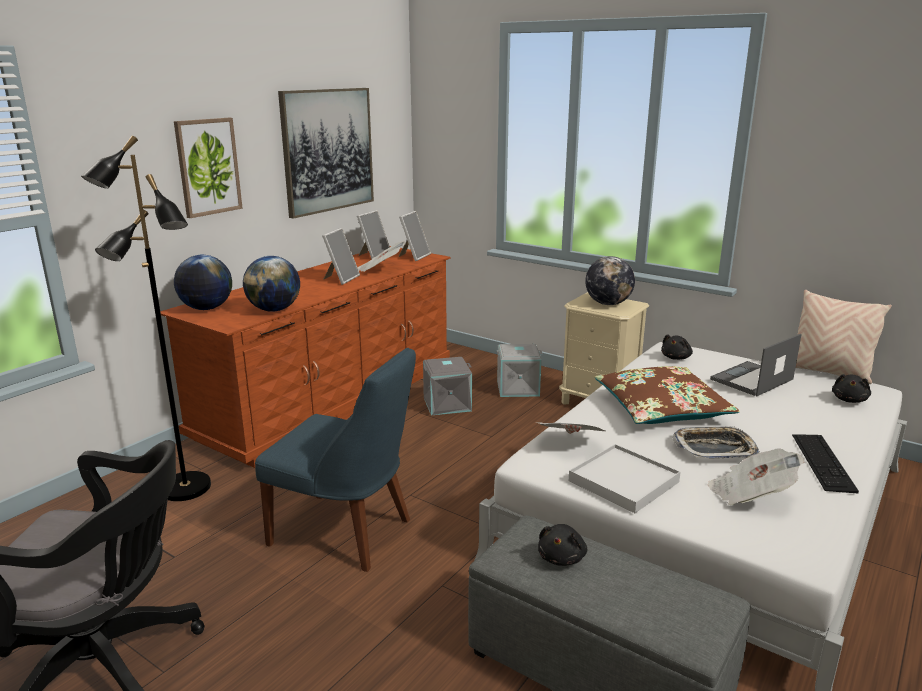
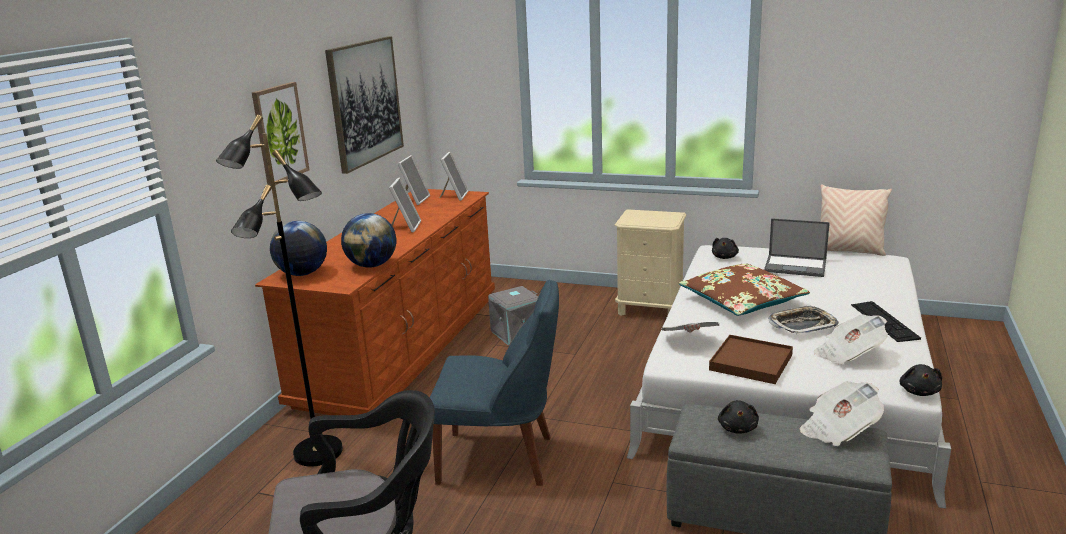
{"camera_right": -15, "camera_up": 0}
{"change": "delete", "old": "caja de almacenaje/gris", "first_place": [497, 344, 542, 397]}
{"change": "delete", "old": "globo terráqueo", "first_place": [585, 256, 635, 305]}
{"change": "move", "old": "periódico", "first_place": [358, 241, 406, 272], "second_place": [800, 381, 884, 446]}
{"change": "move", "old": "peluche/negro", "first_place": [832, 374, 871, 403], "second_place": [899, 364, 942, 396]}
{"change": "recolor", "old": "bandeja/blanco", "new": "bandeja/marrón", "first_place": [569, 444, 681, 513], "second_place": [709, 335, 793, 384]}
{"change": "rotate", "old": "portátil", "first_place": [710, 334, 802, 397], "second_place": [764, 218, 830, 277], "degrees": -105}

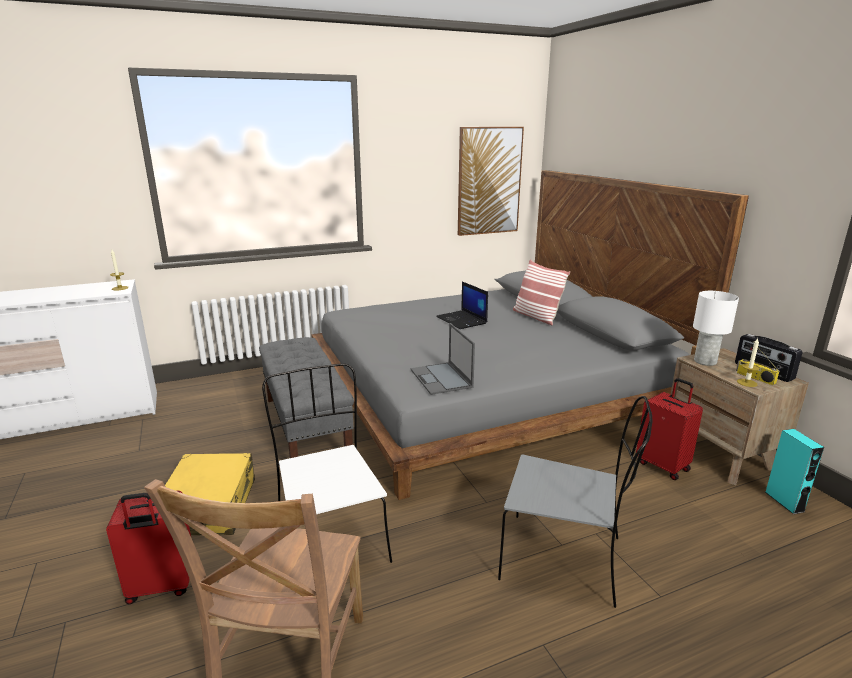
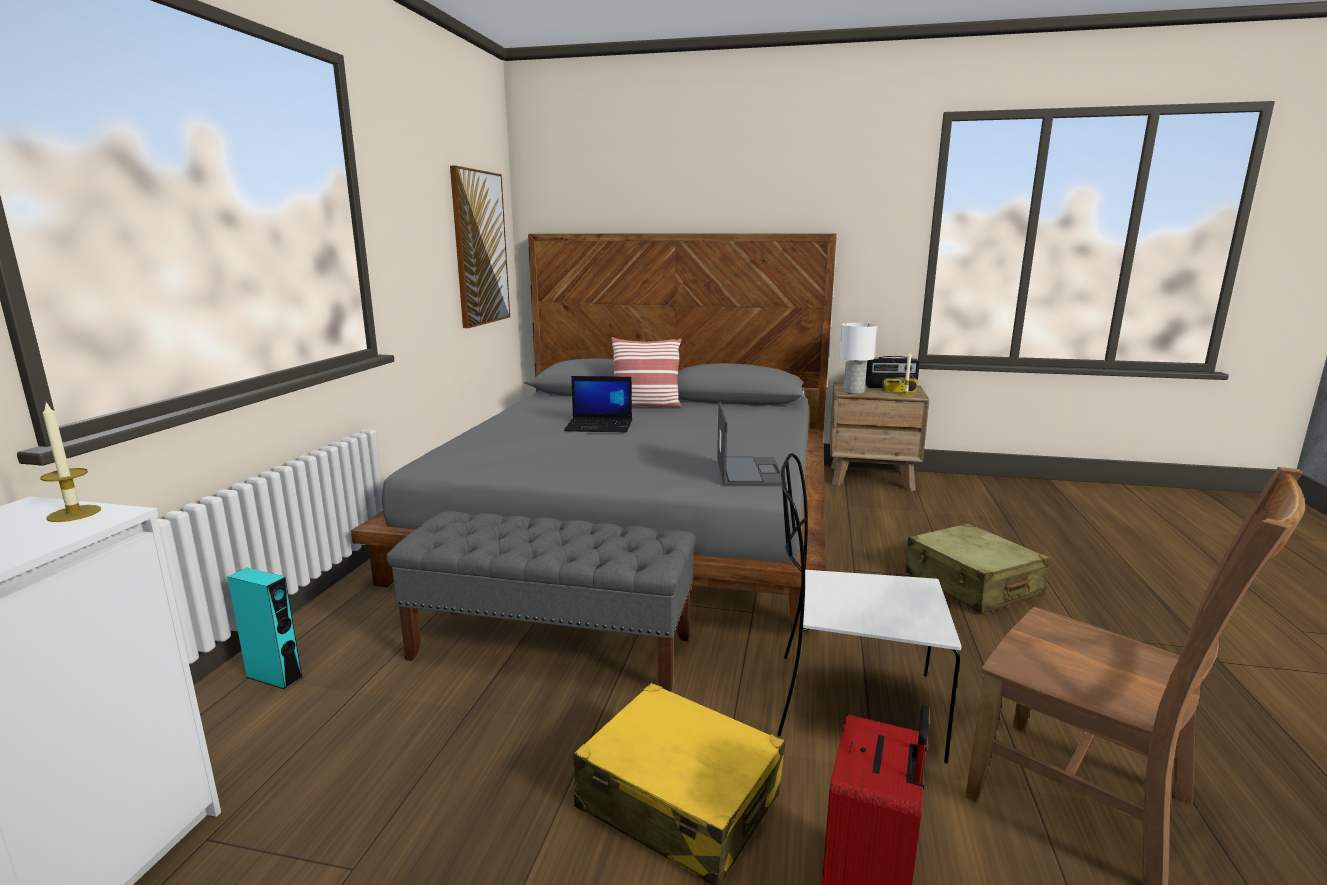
{"camera_right": -55, "camera_up": -5}
{"change": "delete", "old": "maleta/rojo", "first_place": [636, 378, 703, 480]}
{"change": "move", "old": "altavoz/turquesa", "first_place": [765, 429, 824, 514], "second_place": [227, 568, 303, 690]}
{"change": "replace", "old": "silla/gris", "new": "maleta/beis", "first_place": [498, 396, 652, 608], "second_place": [906, 523, 1050, 613]}
{"change": "rotate", "old": "portátil", "first_place": [411, 323, 475, 395], "second_place": [717, 402, 786, 485], "degrees": -105}

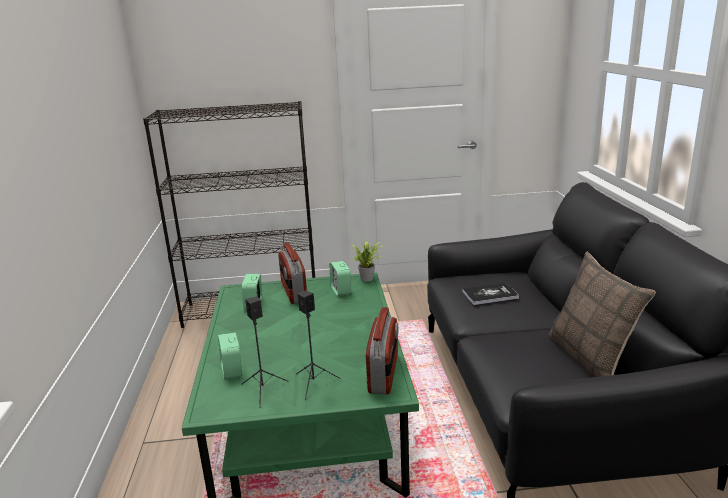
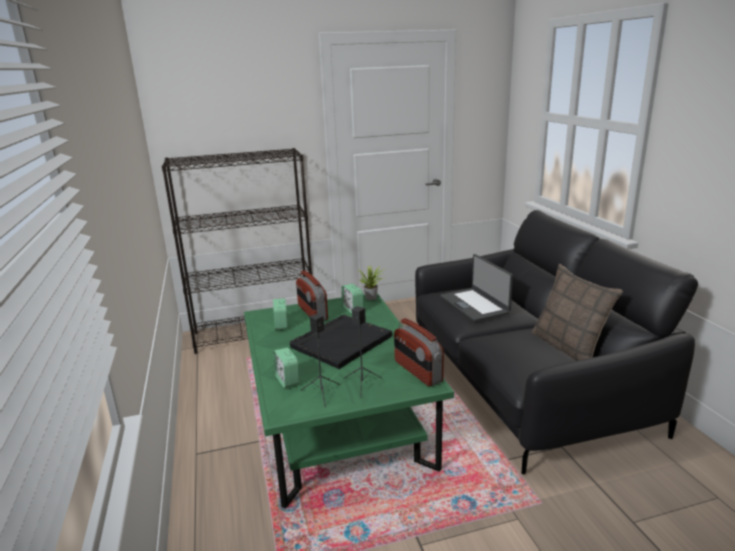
{"camera_right": -10, "camera_up": 0}
{"change": "insert", "new": "bandeja/negro", "second_place": [290, 315, 392, 369]}
{"change": "replace", "old": "libro", "new": "portátil", "first_place": [462, 283, 519, 305], "second_place": [440, 254, 513, 322]}
{"change": "rotate", "old": "radio", "first_place": [366, 307, 398, 395], "second_place": [394, 318, 444, 386], "degrees": 150}

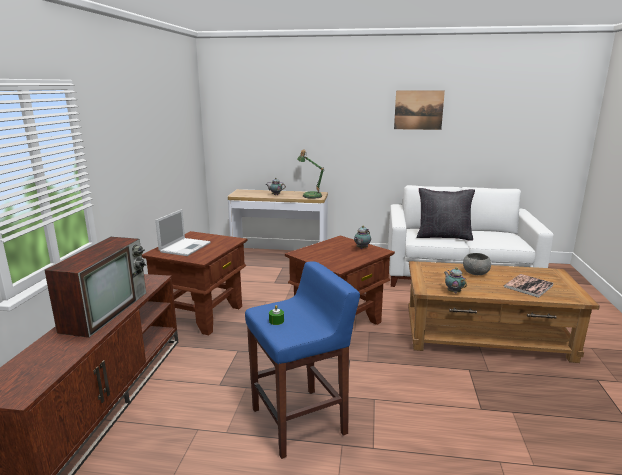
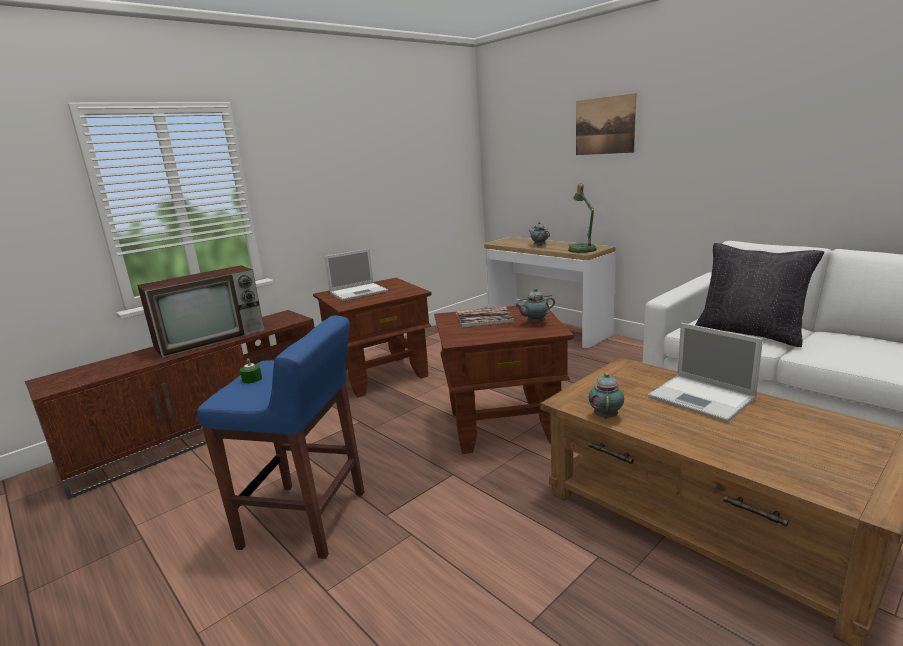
{"camera_right": 40, "camera_up": 0}
{"change": "move", "old": "cuadro", "first_place": [394, 90, 445, 130], "second_place": [576, 93, 636, 155]}
{"change": "move", "old": "libro", "first_place": [504, 274, 554, 298], "second_place": [456, 306, 514, 328]}
{"change": "replace", "old": "cuenco/gris", "new": "portátil", "first_place": [463, 253, 491, 275], "second_place": [648, 323, 763, 423]}

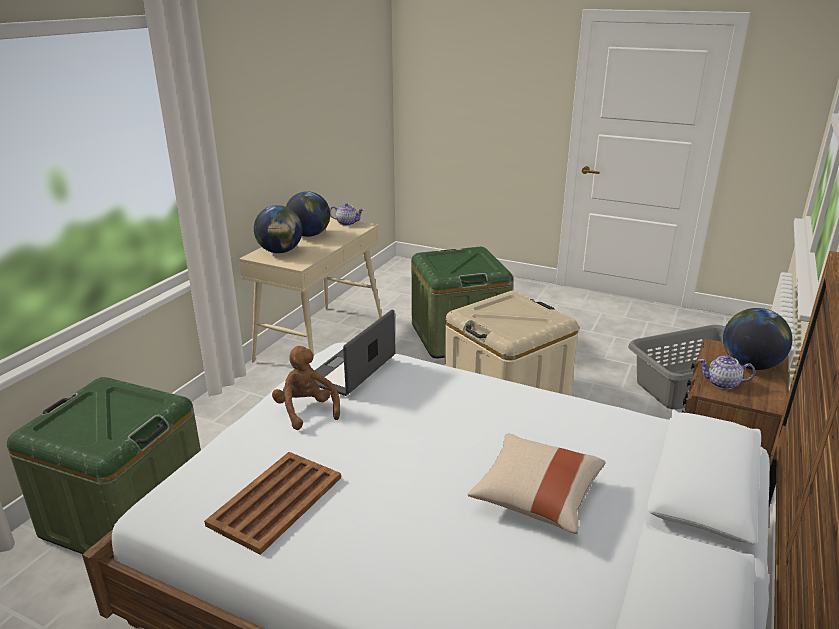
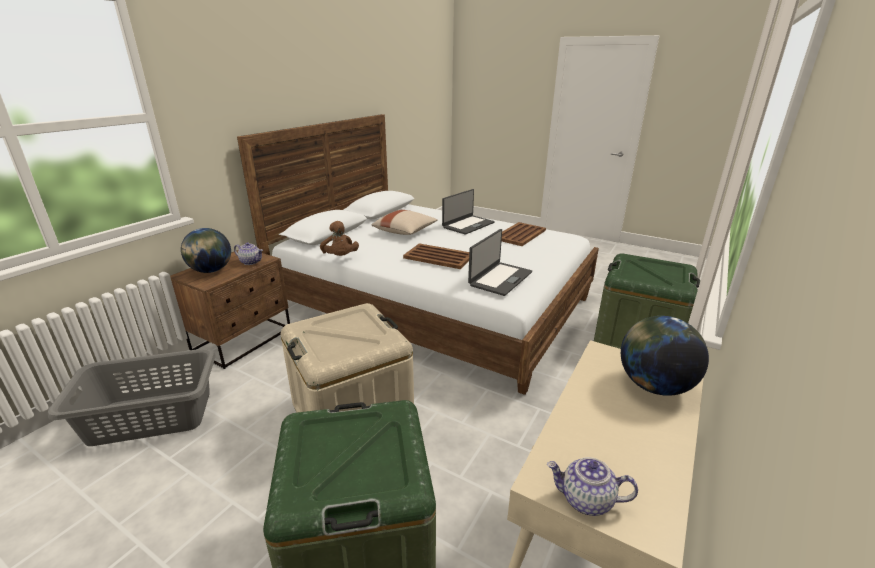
{"camera_right": -175, "camera_up": 0}
{"change": "delete", "old": "globo terráqueo", "first_place": [286, 191, 330, 237]}
{"change": "insert", "new": "bandeja/marrón", "second_place": [403, 243, 469, 269]}
{"change": "insert", "new": "portátil", "second_place": [442, 189, 495, 235]}
{"change": "move", "old": "peluche/marrón", "first_place": [272, 346, 340, 430], "second_place": [320, 221, 359, 256]}

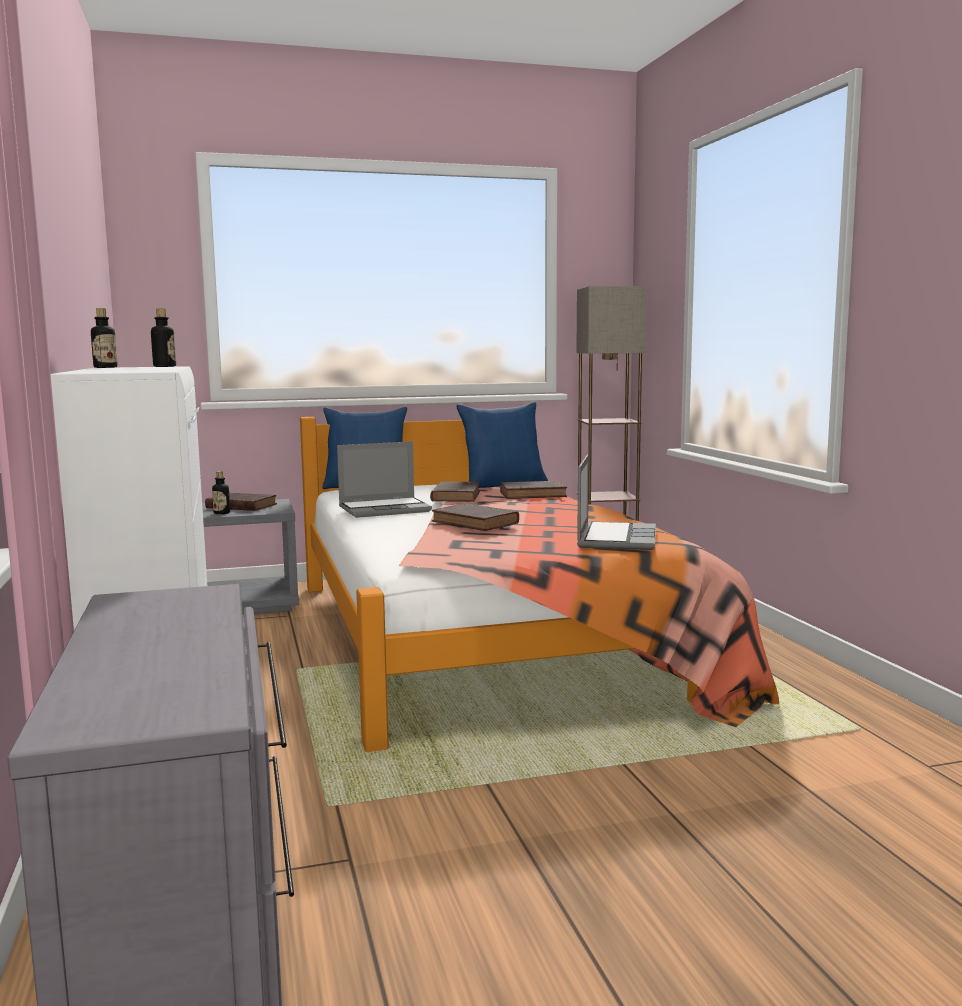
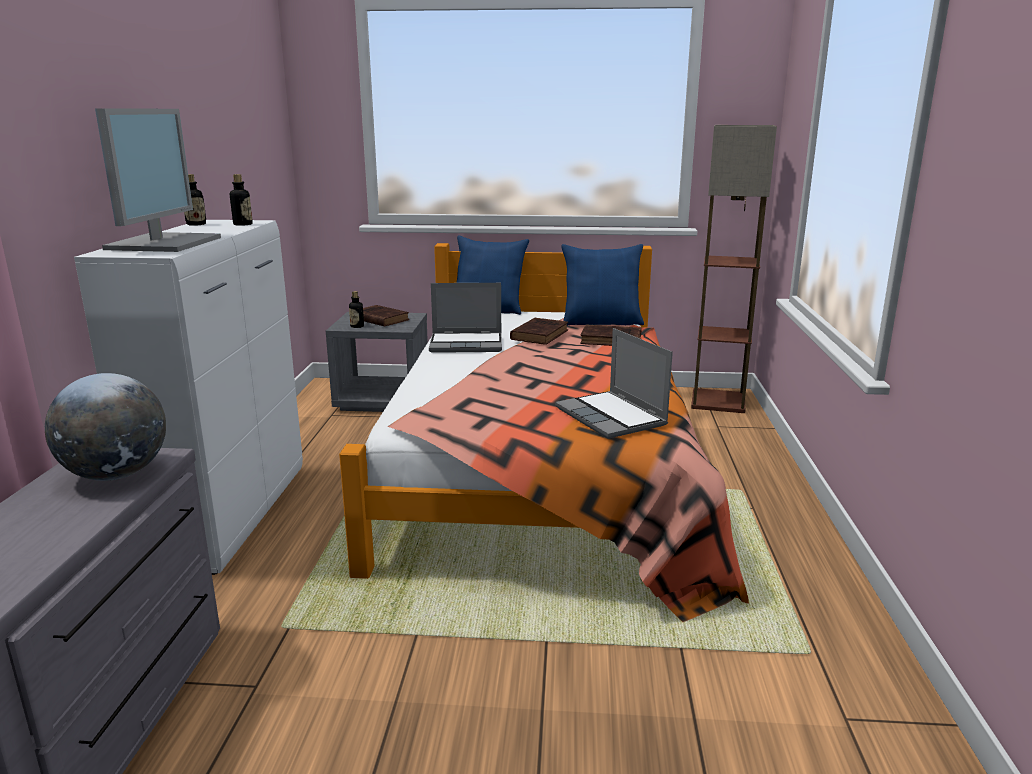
{"camera_right": 20, "camera_up": 10}
{"change": "delete", "old": "libro/marrón", "first_place": [432, 503, 519, 531]}
{"change": "insert", "new": "globo terráqueo", "second_place": [45, 373, 166, 481]}
{"change": "insert", "new": "monitor", "second_place": [95, 109, 221, 252]}
{"change": "rotate", "old": "portátil", "first_place": [577, 454, 656, 550], "second_place": [555, 328, 673, 439], "degrees": 120}

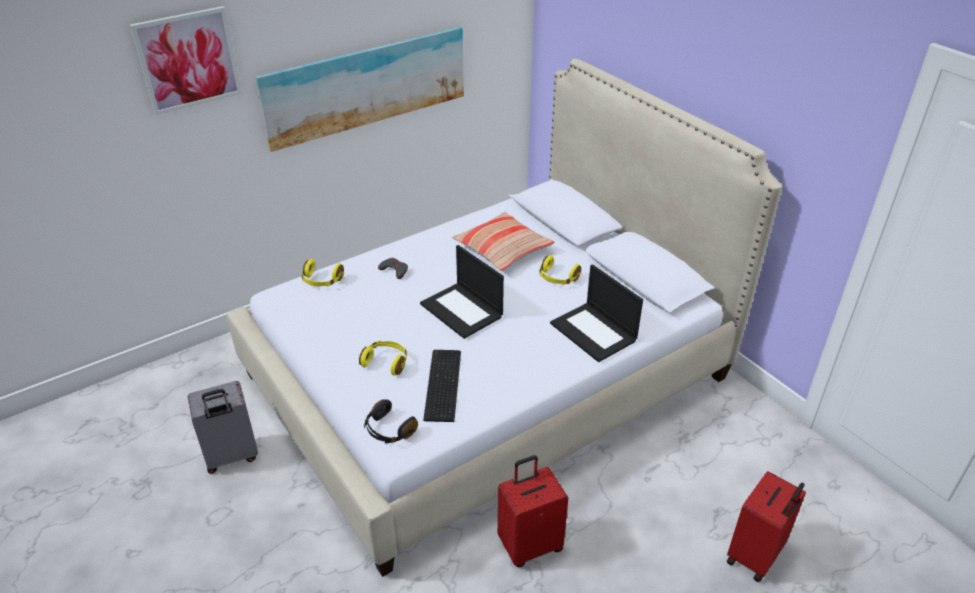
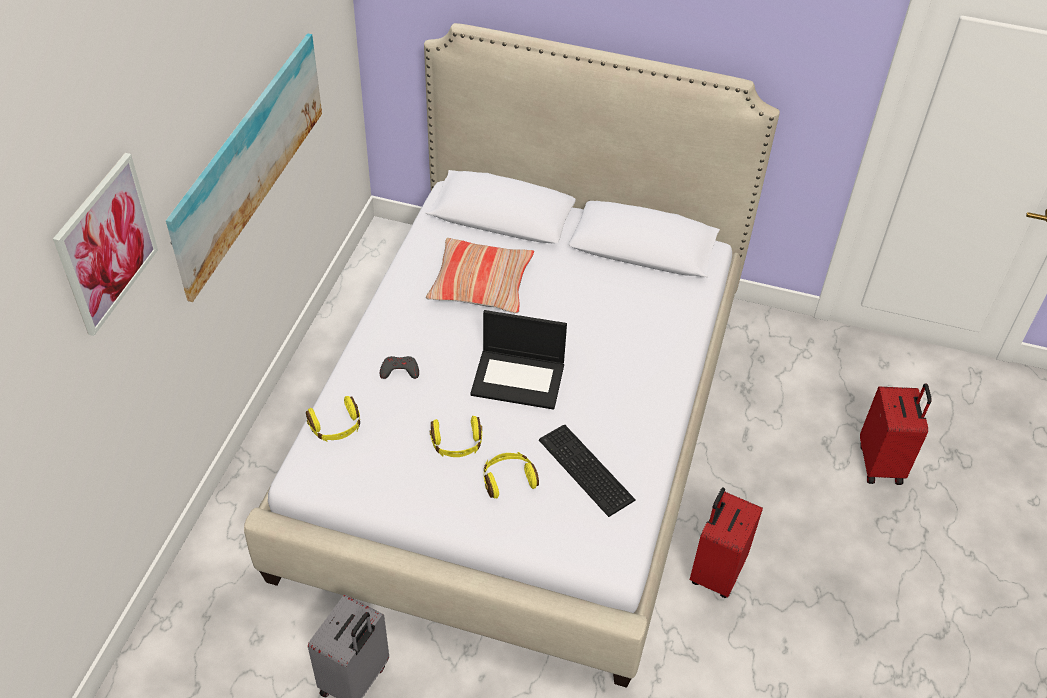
{"camera_right": -40, "camera_up": 10}
{"change": "delete", "old": "auriculares/negro", "first_place": [364, 399, 418, 444]}
{"change": "delete", "old": "portátil", "first_place": [550, 264, 643, 362]}
{"change": "move", "old": "auriculares/amarillo", "first_place": [539, 255, 581, 285], "second_place": [430, 416, 482, 457]}

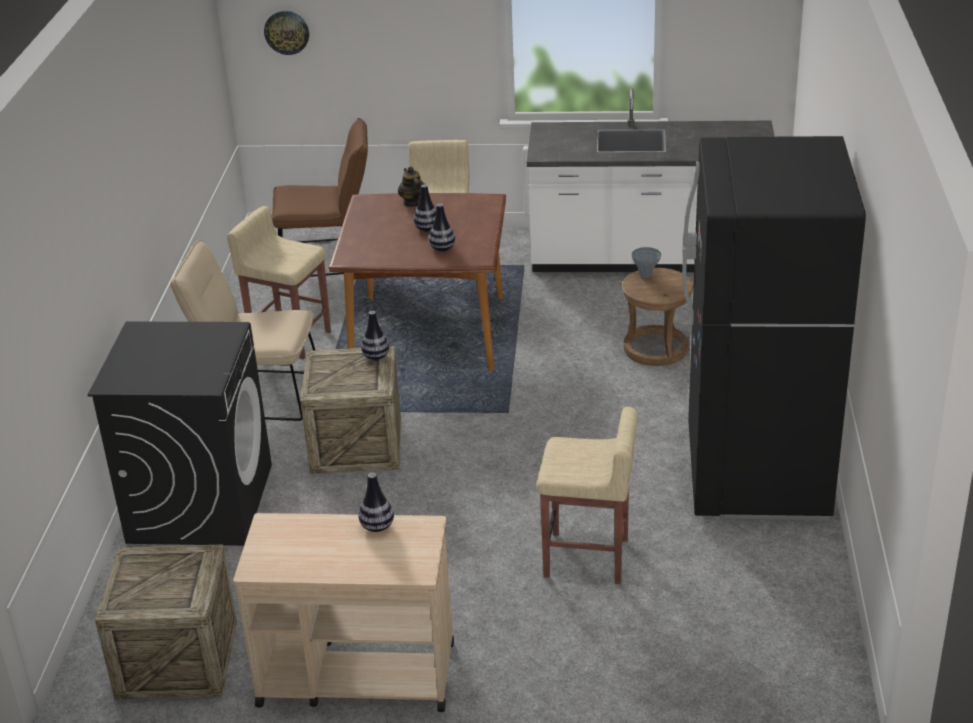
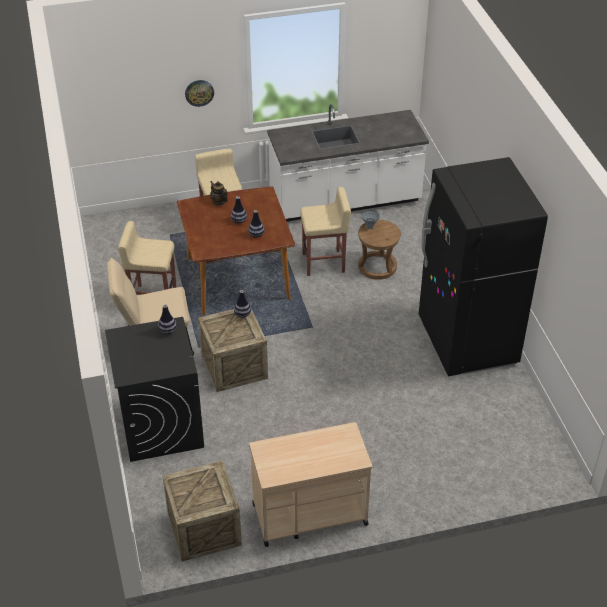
{"camera_right": -20, "camera_up": 10}
{"change": "delete", "old": "silla/marrón", "first_place": [271, 118, 368, 277]}
{"change": "move", "old": "reloj de pared", "first_place": [264, 11, 309, 55], "second_place": [185, 80, 214, 107]}
{"change": "move", "old": "florero", "first_place": [358, 473, 394, 532], "second_place": [158, 305, 177, 334]}
{"change": "move", "old": "taburete/beis", "first_place": [536, 407, 638, 584], "second_place": [300, 187, 351, 276]}

